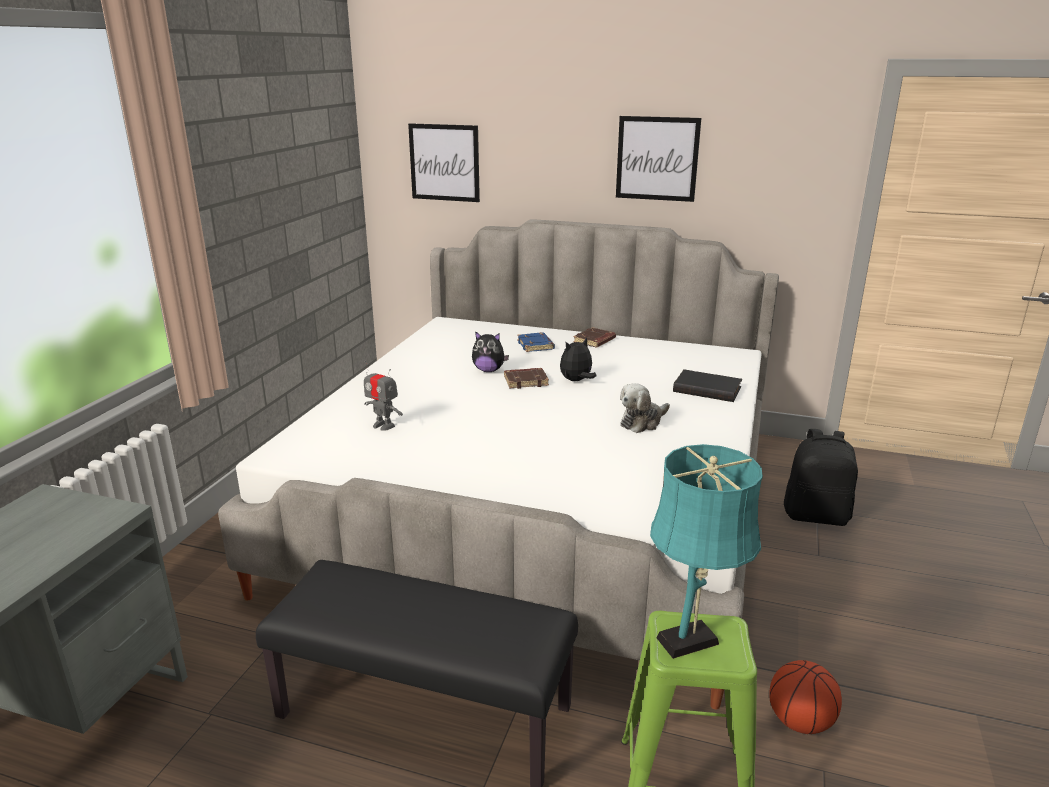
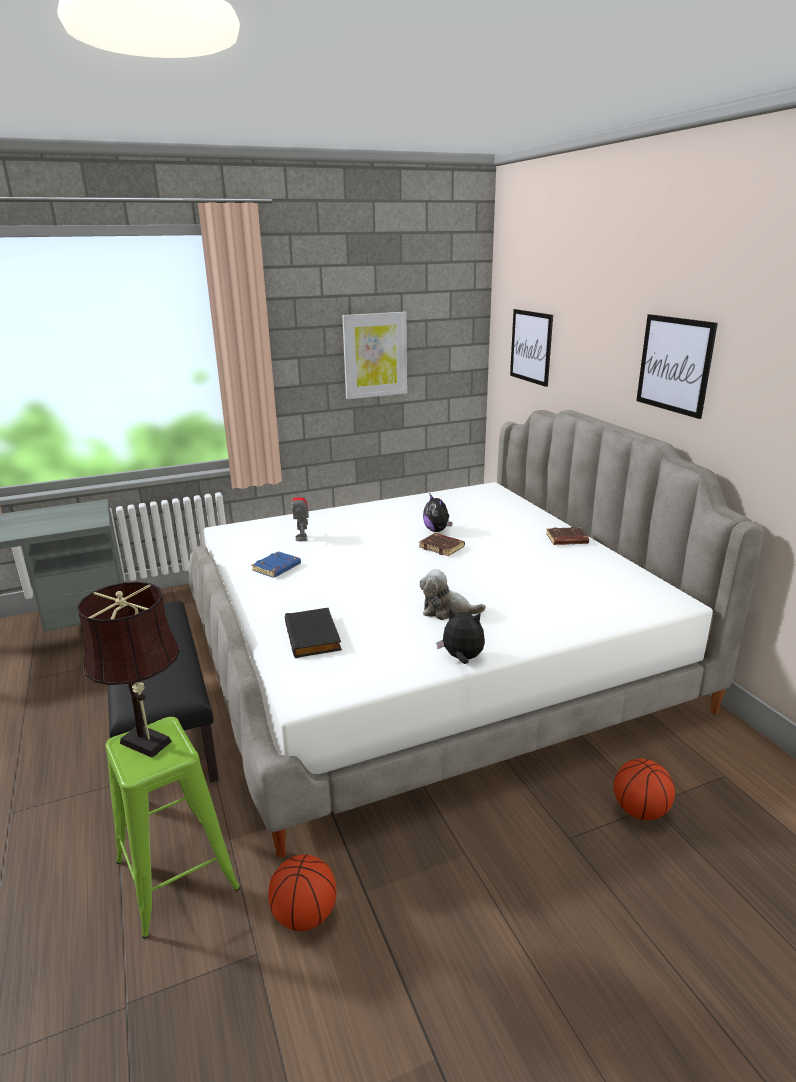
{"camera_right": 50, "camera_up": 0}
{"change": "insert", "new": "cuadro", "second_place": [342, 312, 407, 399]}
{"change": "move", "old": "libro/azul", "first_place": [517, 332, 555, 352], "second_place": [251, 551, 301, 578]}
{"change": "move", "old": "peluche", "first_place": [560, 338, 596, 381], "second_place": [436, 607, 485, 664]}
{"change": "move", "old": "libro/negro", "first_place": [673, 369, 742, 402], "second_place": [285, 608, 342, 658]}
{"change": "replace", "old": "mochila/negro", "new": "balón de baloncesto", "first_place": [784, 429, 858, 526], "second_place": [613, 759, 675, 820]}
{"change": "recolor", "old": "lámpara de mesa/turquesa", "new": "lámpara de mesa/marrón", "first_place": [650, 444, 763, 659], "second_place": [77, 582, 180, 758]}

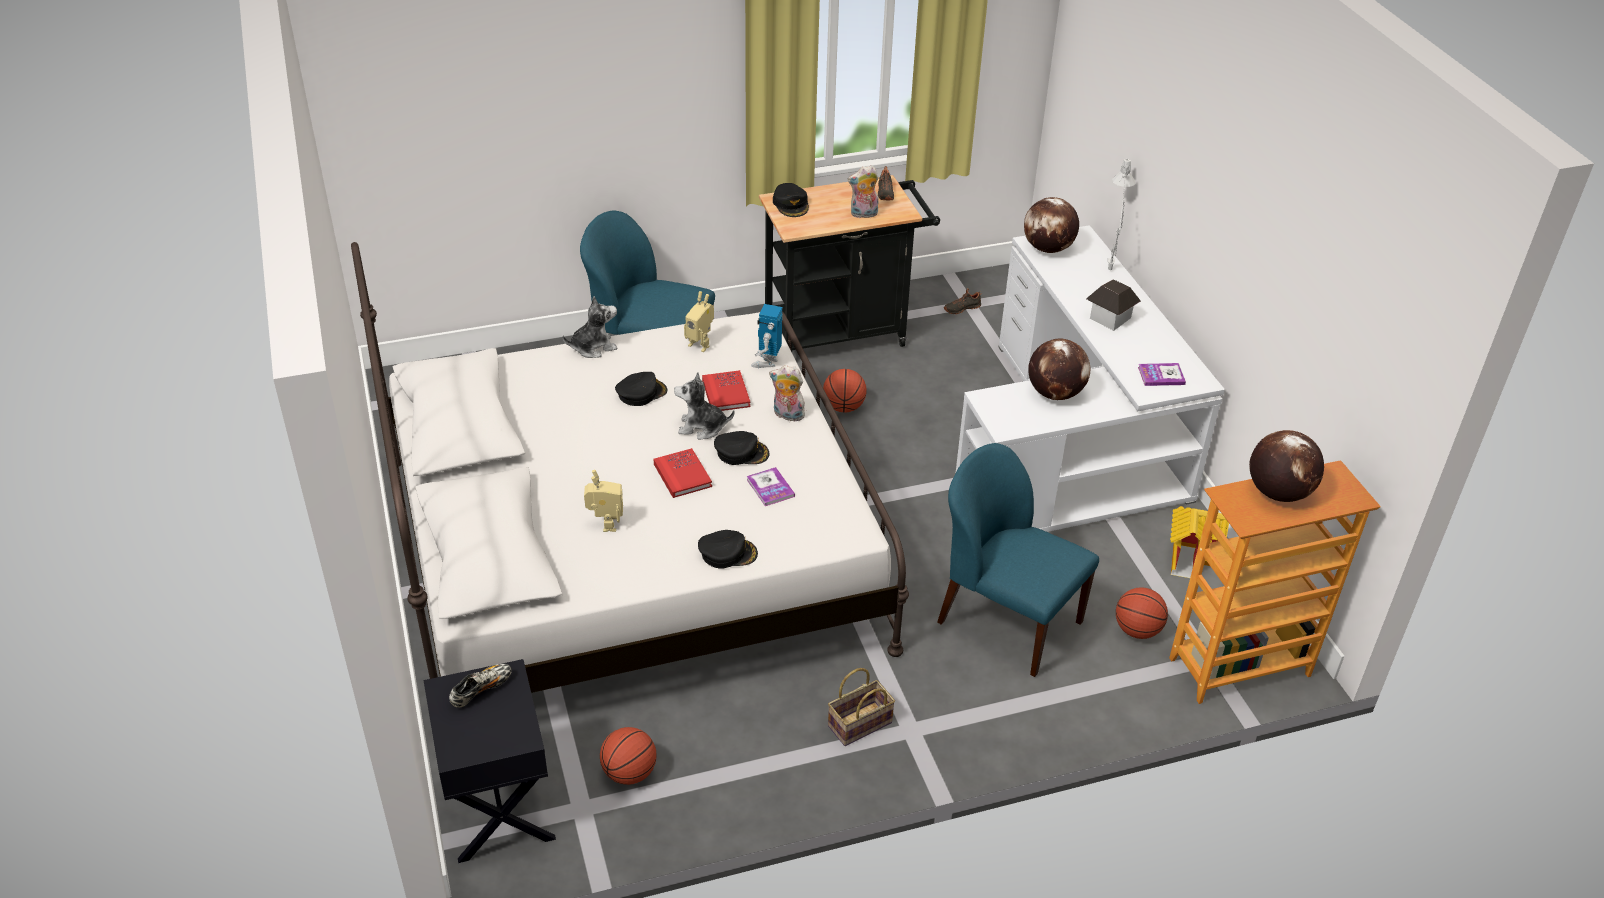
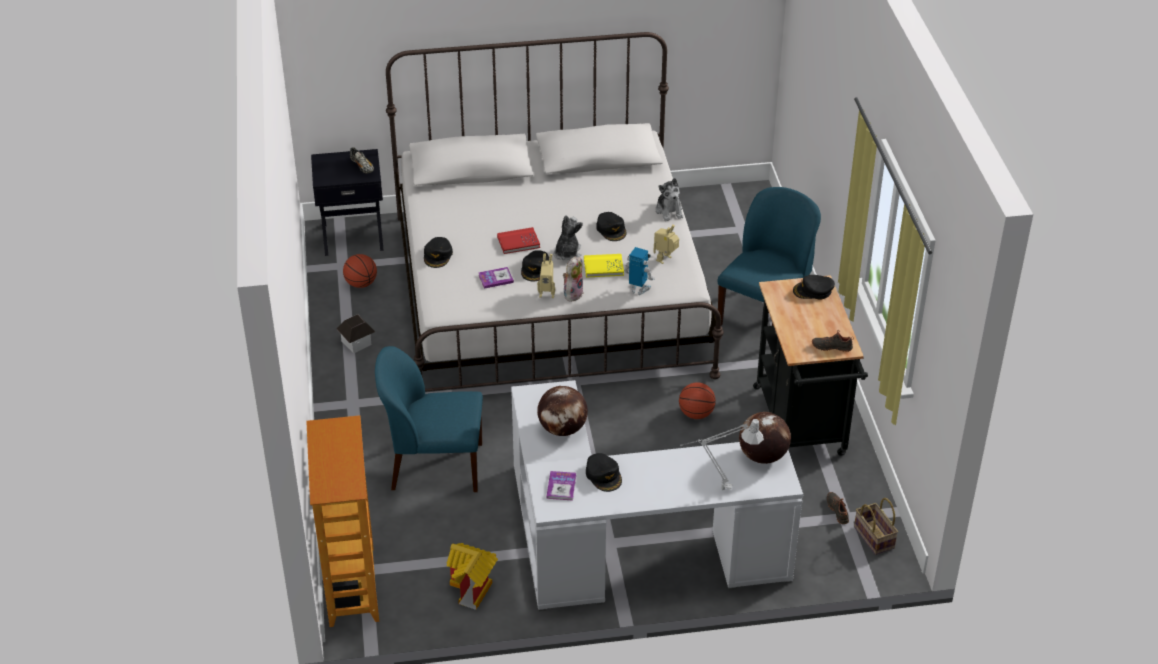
{"camera_right": 100, "camera_up": 0}
{"change": "delete", "old": "peluche", "first_place": [848, 165, 879, 218]}
{"change": "delete", "old": "balón de baloncesto", "first_place": [1116, 587, 1168, 639]}
{"change": "delete", "old": "globo terráqueo", "first_place": [1249, 430, 1324, 502]}
{"change": "insert", "new": "gorra/negro", "second_place": [586, 453, 622, 492]}
{"change": "move", "old": "robot de juguete", "first_place": [584, 470, 623, 532], "second_place": [537, 253, 555, 298]}
{"change": "move", "old": "cesta", "first_place": [828, 668, 895, 746], "second_place": [854, 498, 898, 555]}
{"change": "move", "old": "casita", "first_place": [1086, 279, 1141, 331], "second_place": [336, 314, 375, 353]}
{"change": "recolor", "old": "libro/rojo", "new": "libro/amarillo", "first_place": [702, 370, 750, 411], "second_place": [584, 254, 624, 278]}
{"change": "rotate", "old": "silla/azul", "first_place": [937, 443, 1099, 677], "second_place": [375, 346, 483, 492], "degrees": -135}

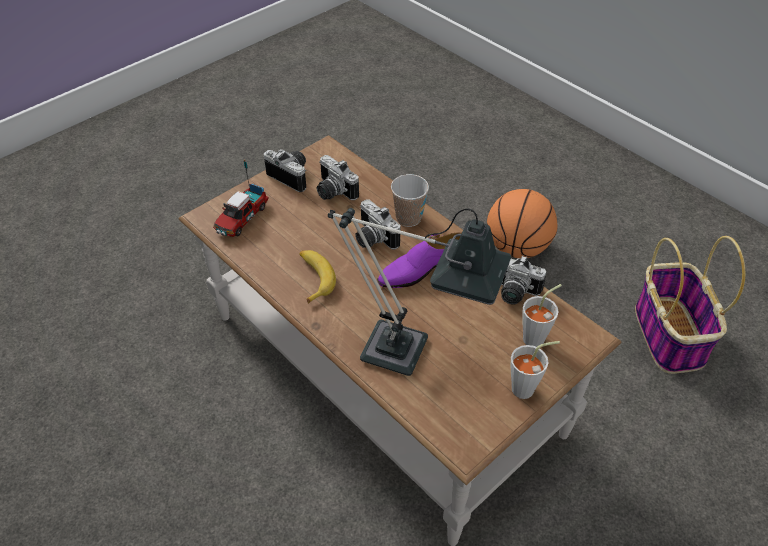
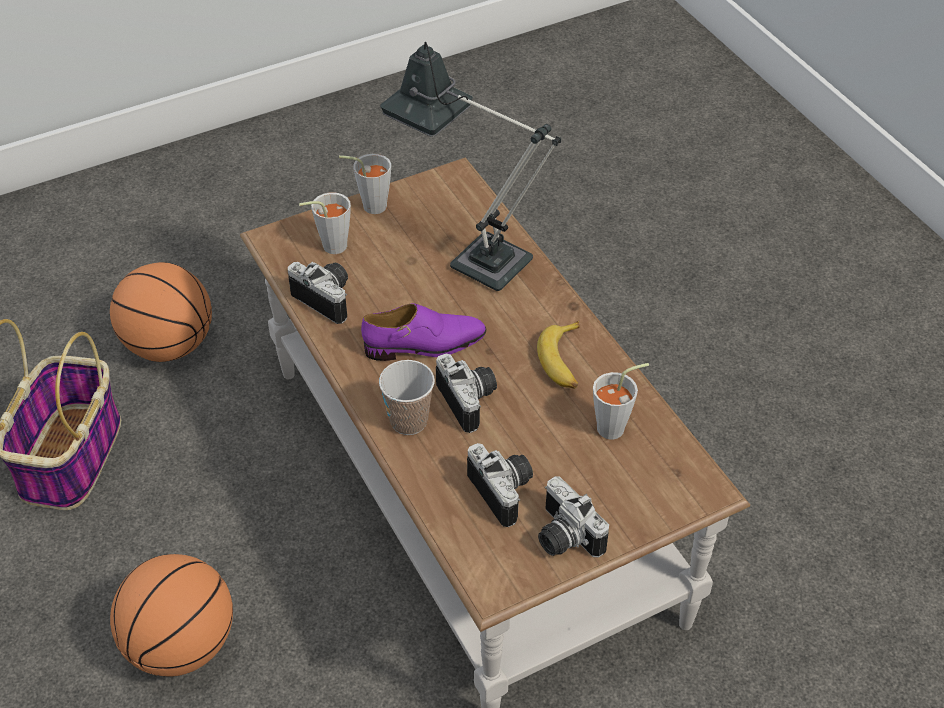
{"camera_right": -165, "camera_up": 0}
{"change": "delete", "old": "camión de juguete", "first_place": [213, 160, 268, 237]}
{"change": "insert", "new": "balón de baloncesto", "second_place": [110, 262, 212, 362]}
{"change": "insert", "new": "taza/gris", "second_place": [593, 363, 649, 440]}

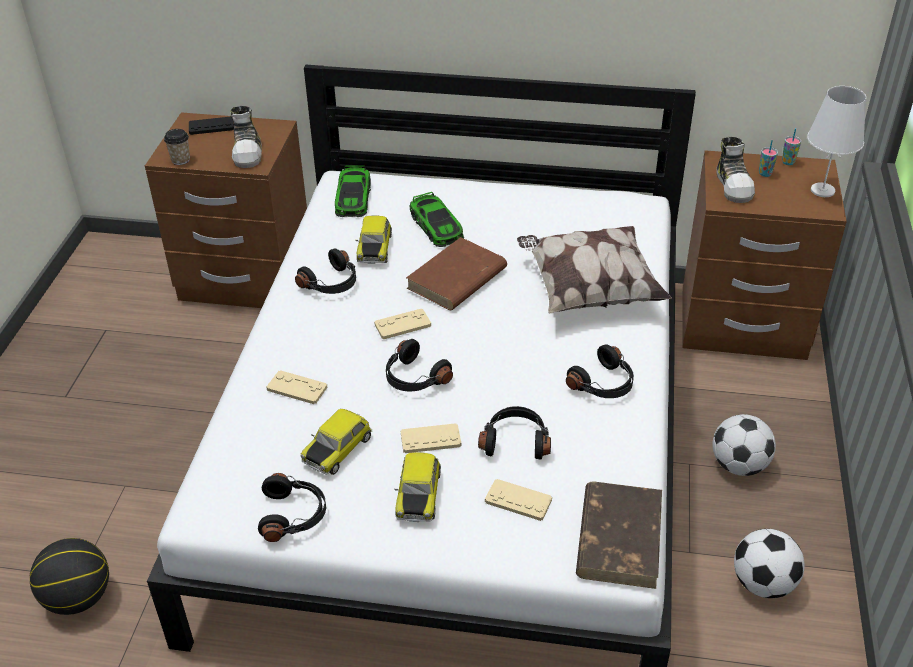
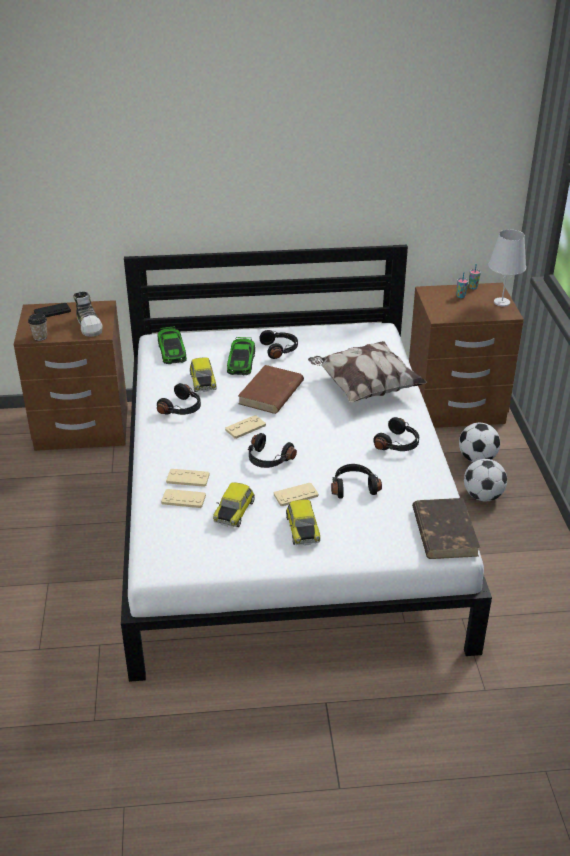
{"camera_right": -15, "camera_up": -5}
{"change": "delete", "old": "balón de baloncesto", "first_place": [30, 538, 109, 615]}
{"change": "delete", "old": "zapato", "first_place": [716, 137, 755, 203]}
{"change": "move", "old": "auriculares/negro", "first_place": [258, 473, 326, 542], "second_place": [260, 330, 298, 359]}
{"change": "move", "old": "mando de consola/beis", "first_place": [485, 479, 552, 521], "second_place": [161, 489, 206, 508]}
{"change": "move", "old": "balón de fútbol", "first_place": [734, 529, 804, 598], "second_place": [459, 423, 500, 462]}
{"change": "rotate", "old": "coche de juguete", "first_place": [410, 192, 464, 247], "second_place": [227, 337, 255, 375], "degrees": 45}

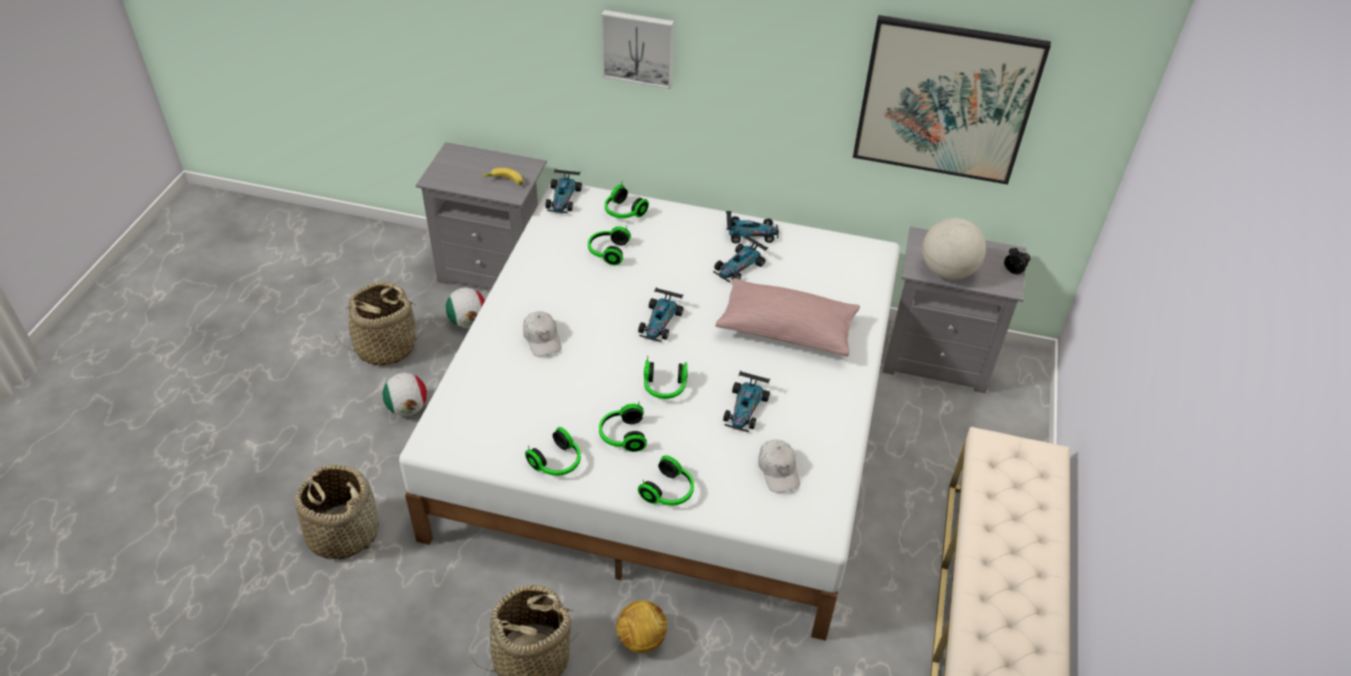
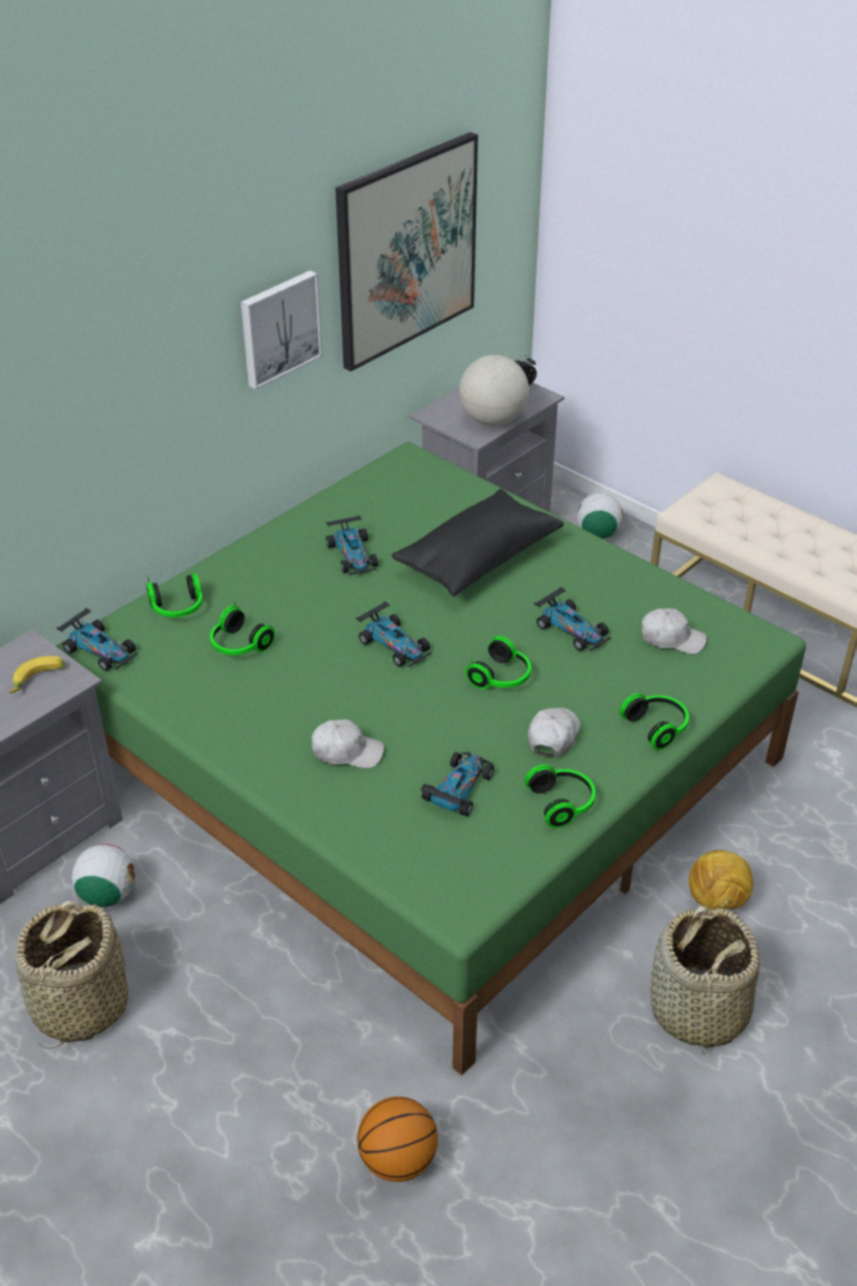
{"camera_right": -60, "camera_up": -5}
{"change": "move", "old": "balón de fútbol", "first_place": [382, 373, 427, 416], "second_place": [576, 493, 623, 539]}
{"change": "move", "old": "cuadro", "first_place": [601, 10, 674, 89], "second_place": [241, 271, 322, 390]}
{"change": "move", "old": "coche de juguete", "first_place": [726, 211, 779, 243], "second_place": [421, 751, 494, 816]}
{"change": "replace", "old": "cesta", "new": "balón de baloncesto", "first_place": [295, 464, 379, 559], "second_place": [357, 1096, 438, 1182]}
{"change": "replace", "old": "auriculares", "new": "gorra/blanco", "first_place": [599, 402, 647, 452], "second_place": [528, 708, 581, 757]}
{"change": "recolor", "old": "cama/blanco", "new": "cama/verde", "first_place": [399, 180, 900, 641], "second_place": [56, 442, 806, 1075]}
{"change": "recolor", "old": "cojín/rosa", "new": "cojín/negro", "first_place": [715, 278, 860, 356], "second_place": [392, 489, 564, 596]}

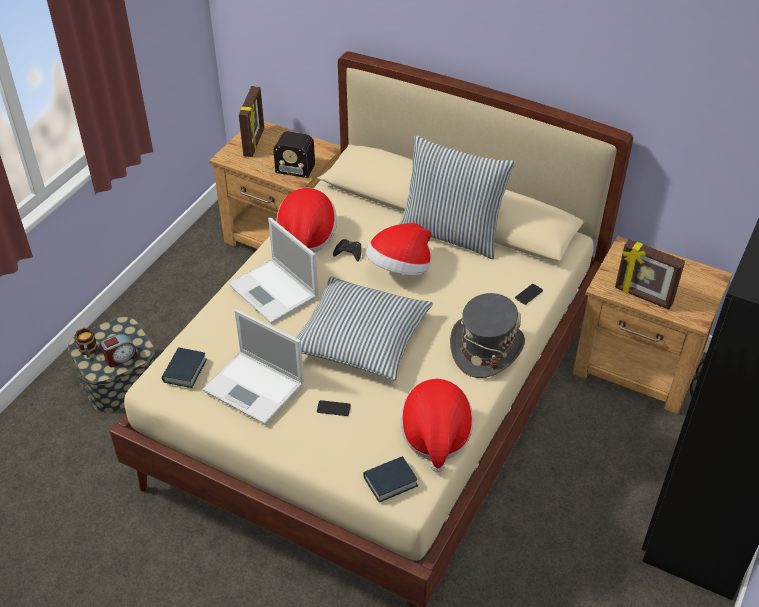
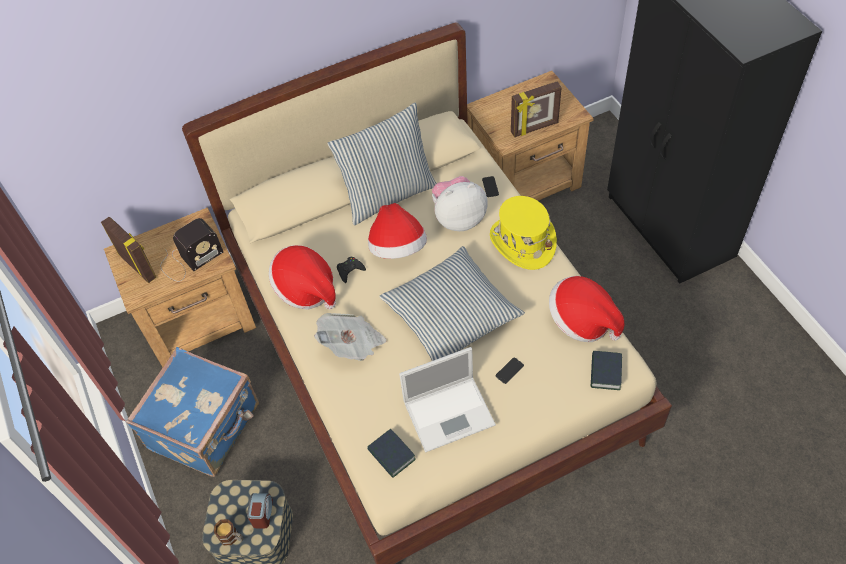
{"camera_right": -50, "camera_up": 10}
{"change": "insert", "new": "maleta/azul", "second_place": [126, 347, 259, 477]}
{"change": "insert", "new": "peluche", "second_place": [432, 176, 488, 231]}
{"change": "replace", "old": "portátil", "new": "periódico", "first_place": [228, 217, 318, 324], "second_place": [314, 313, 386, 361]}
{"change": "recolor", "old": "sombrero/gris", "new": "sombrero/amarillo", "first_place": [450, 293, 525, 378], "second_place": [490, 196, 557, 270]}

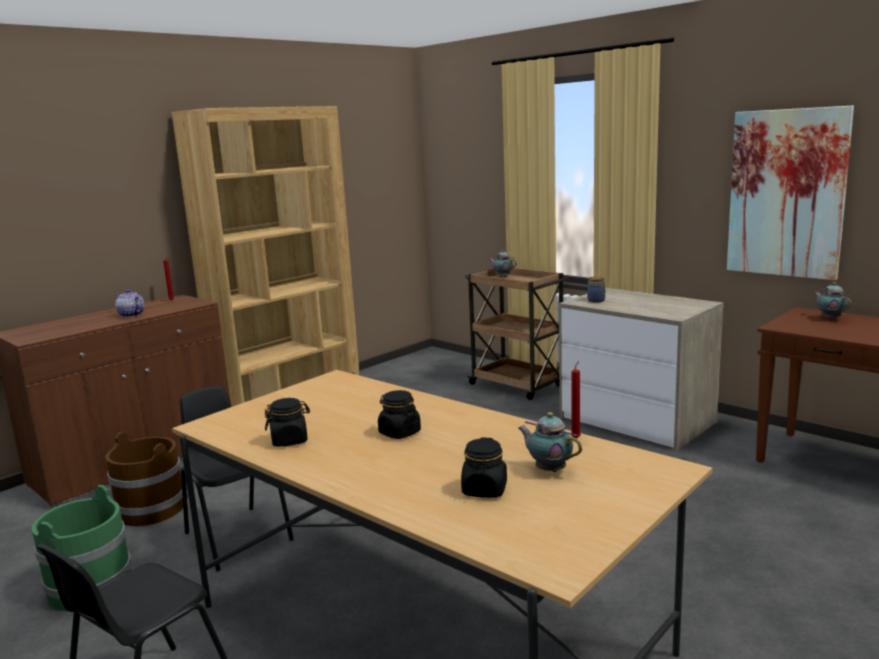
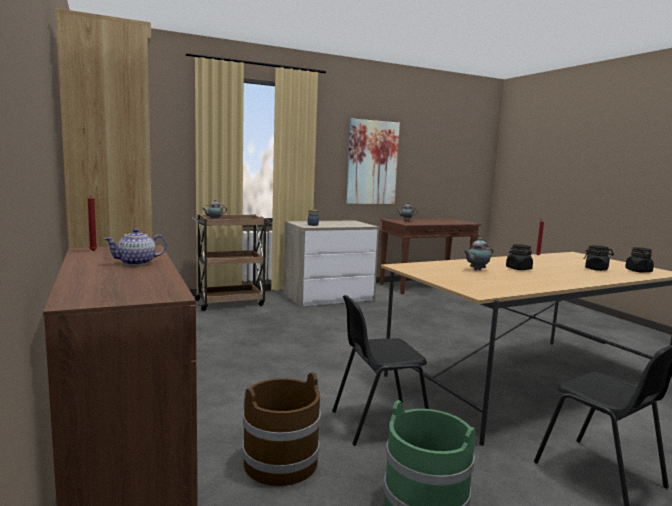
{"camera_right": -70, "camera_up": -5}
{"change": "move", "old": "tarro/negro", "first_place": [265, 398, 310, 447], "second_place": [625, 247, 654, 273]}
{"change": "move", "old": "tetera", "first_place": [518, 412, 582, 472], "second_place": [463, 238, 493, 270]}

